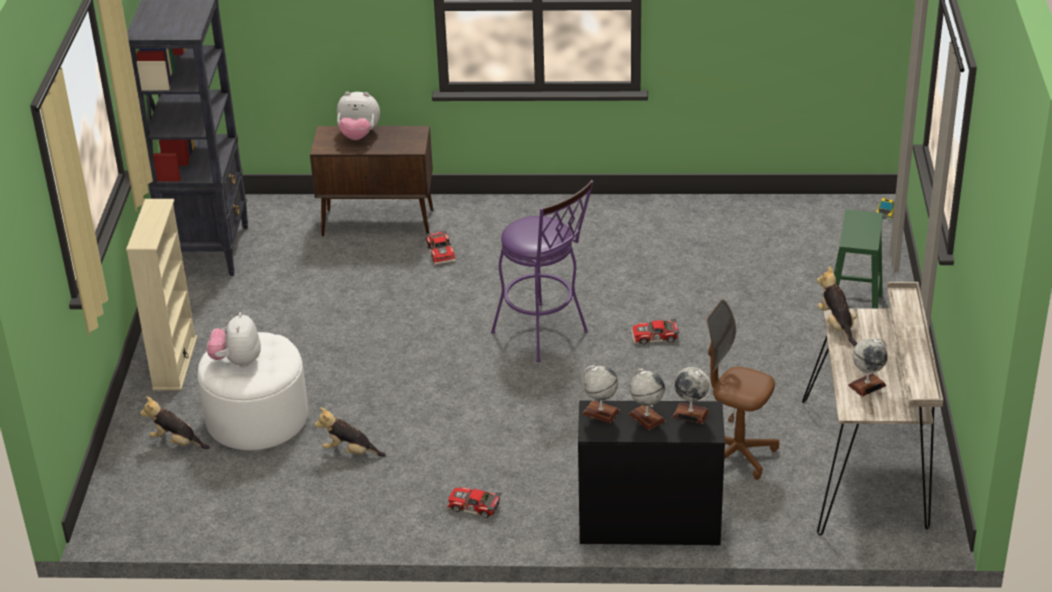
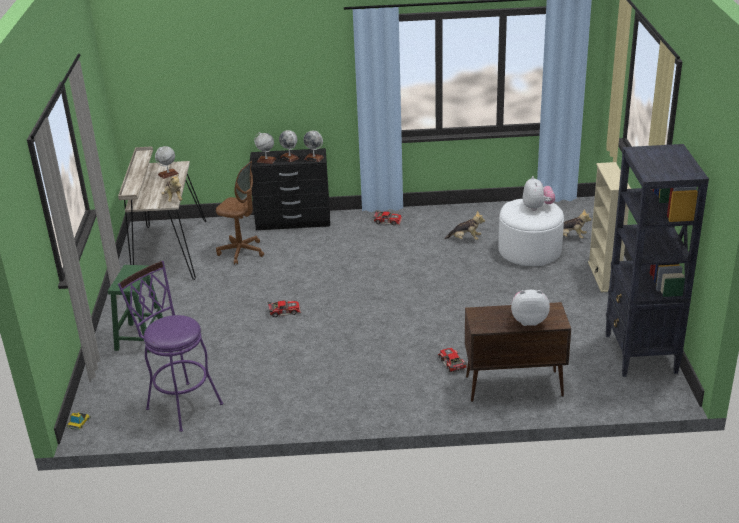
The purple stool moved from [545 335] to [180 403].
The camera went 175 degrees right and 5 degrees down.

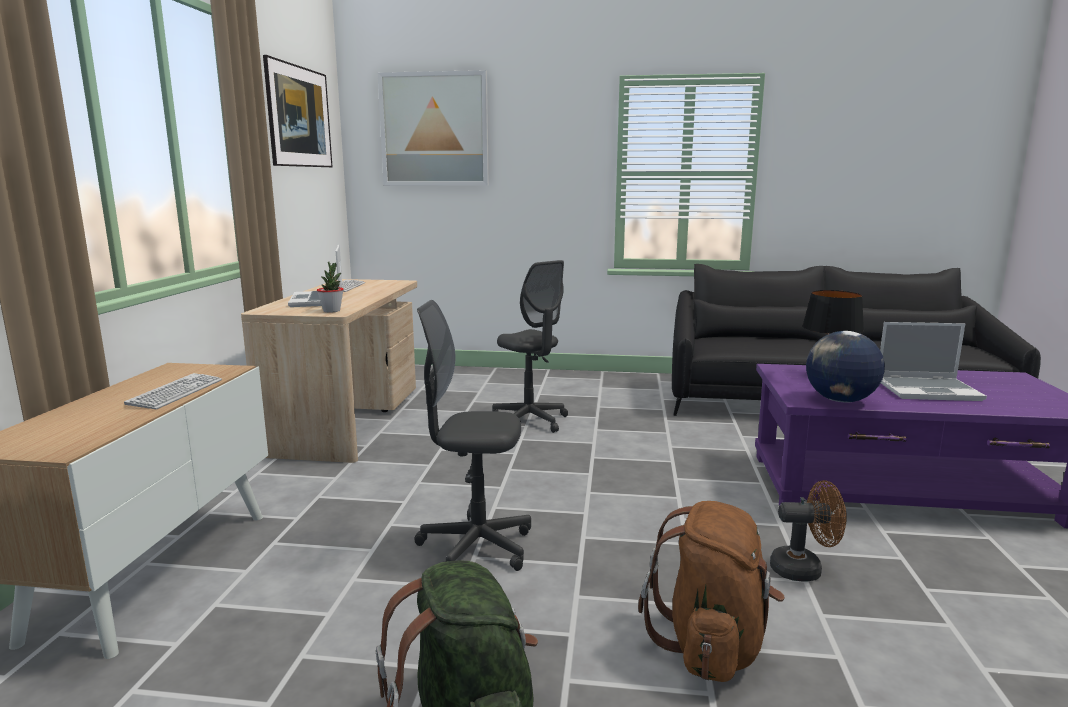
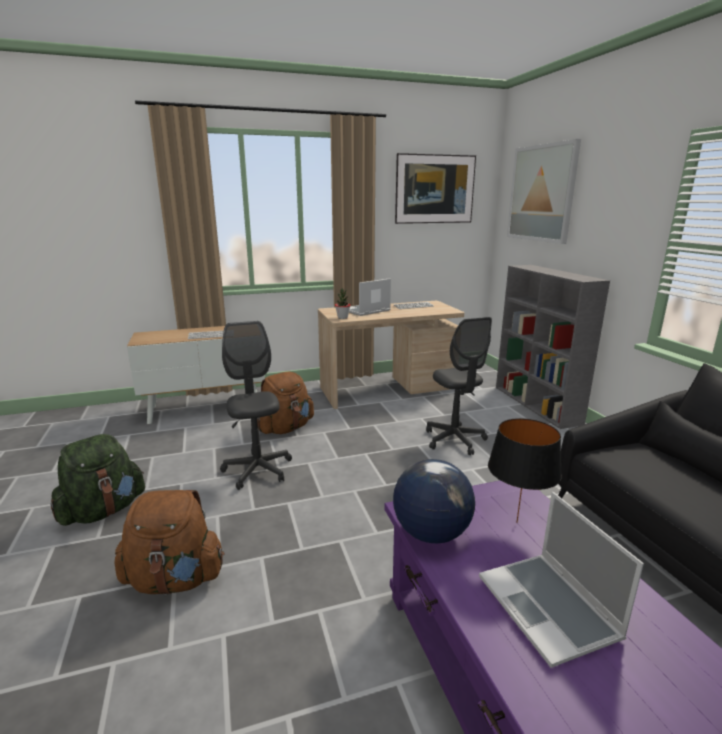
The grey office chair at [530 421] turned 45 degrees counterclockwise.
The brown fan at [804 569] disappeared.
The brown backpack at [286 428] appeared.
The grey bookcase at [537 405] appeared.
The camera went 65 degrees right and 5 degrees up.

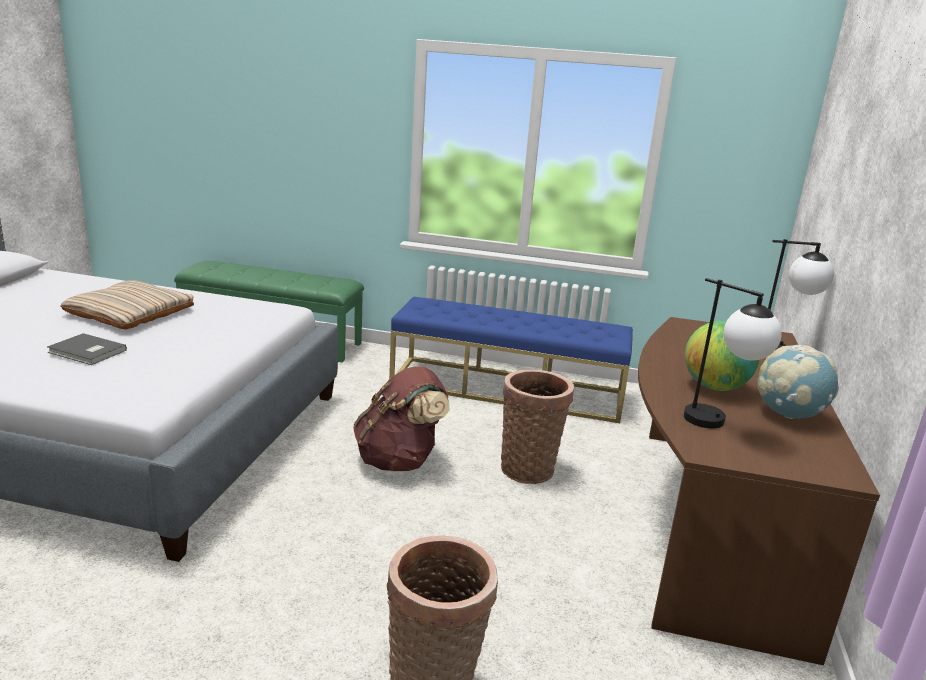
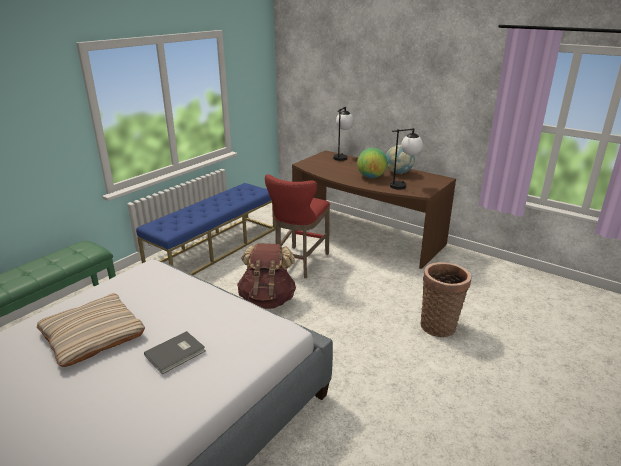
The basket at [529 467] was replaced by the red stool at [299 263].
The camera went 65 degrees left and 5 degrees up.

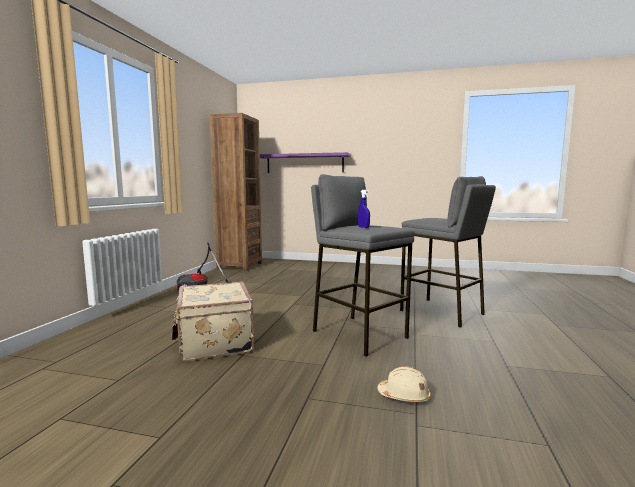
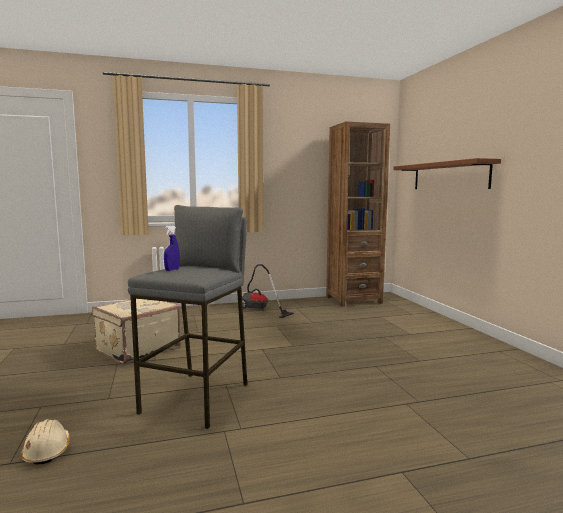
The purple shelf at [304 163] became the brown shelf at [449 176].
The grey stool at [442 312] disappeared.
The camera went 60 degrees right and 0 degrees up.

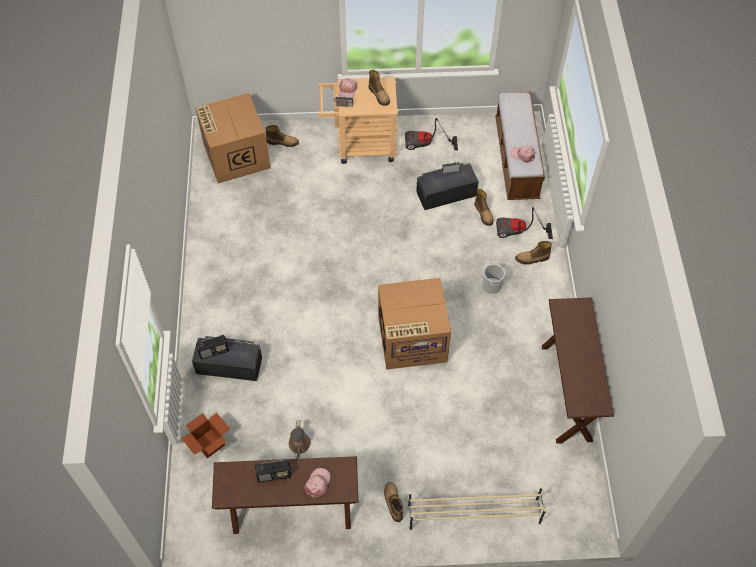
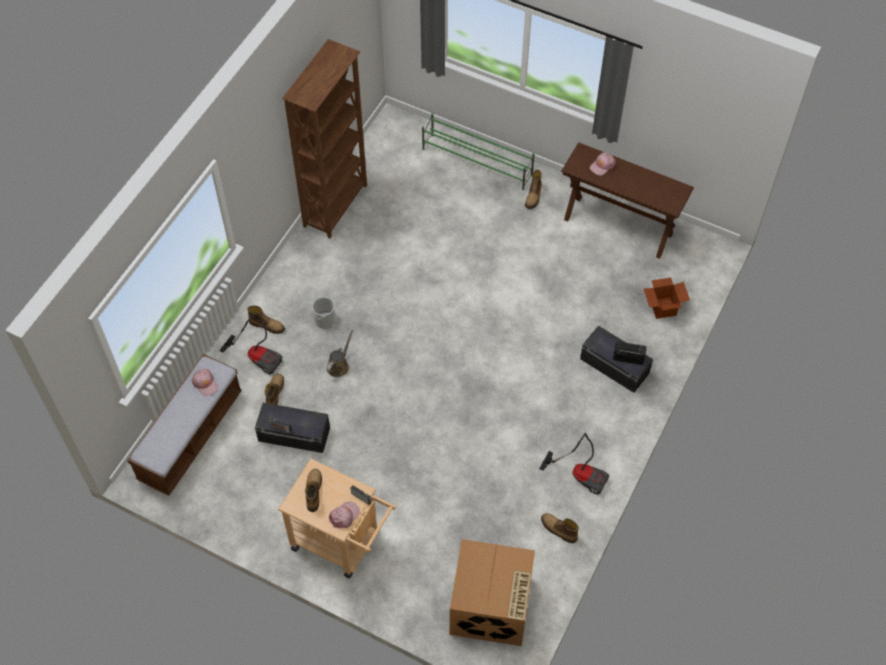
The radio at [274 474] disappeared.
The boot moved from [282 142] to [558 530].
The brown watering can moved from [299 446] to [339 365].
The cardboard box at [411 340] disappeared.
The vacuum cleaner moved from [426 145] to [581 474].
The beige shoe rack at [473 514] became the green shoe rack at [477 162].
The brown console table at [566 392] was replaced by the brown bookcase at [336 206].
The camera went 150 degrees left and 0 degrees up.

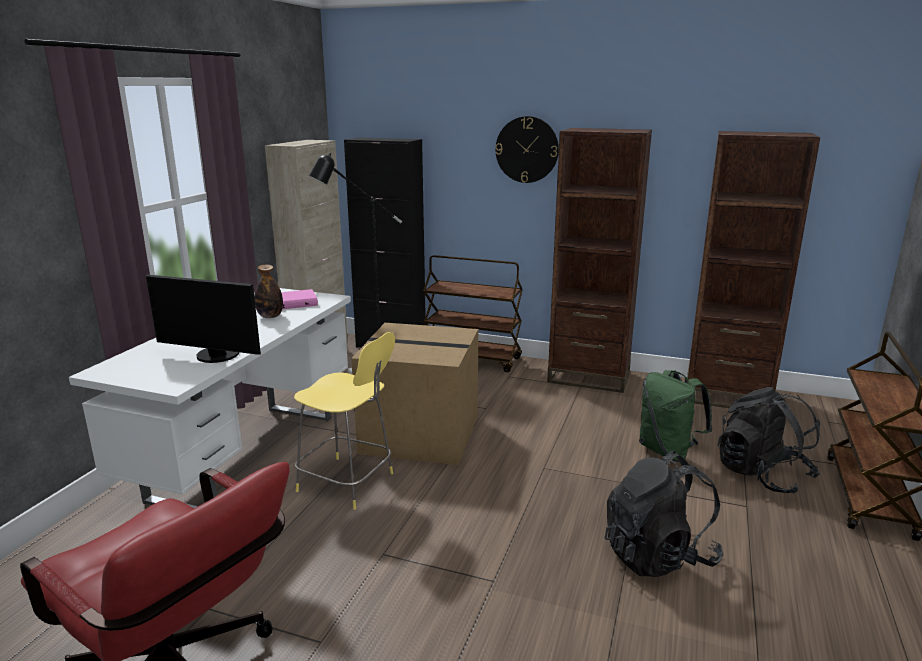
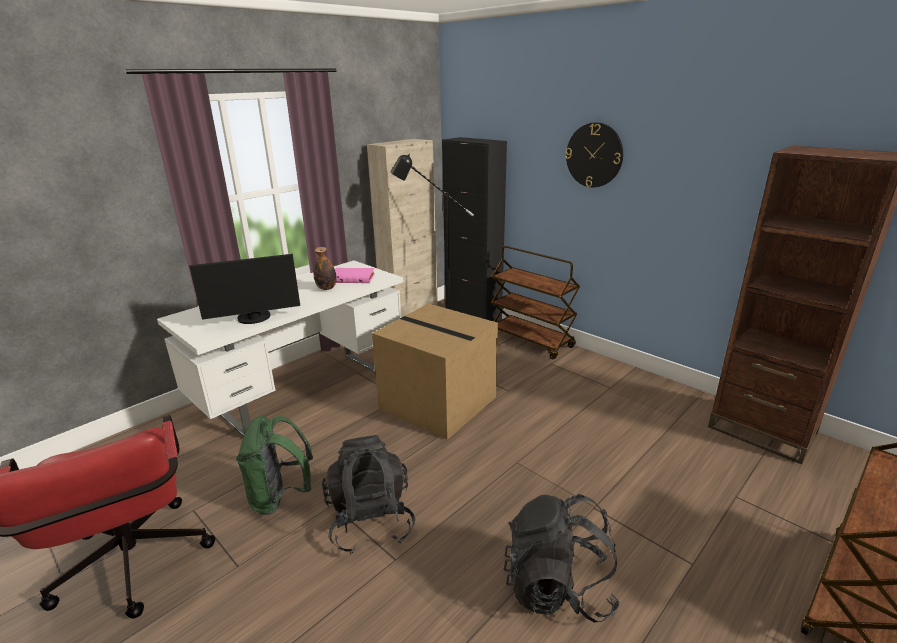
The monitor at [215 356] turned 60 degrees counterclockwise.
The yellow stool at [348 483] disappeared.
The brown bookcase at [589 377] disappeared.
The green backpack moved from [668 451] to [280 497].
The black backpack moved from [762 474] to [370 521].
The camera went 25 degrees right and 5 degrees up.

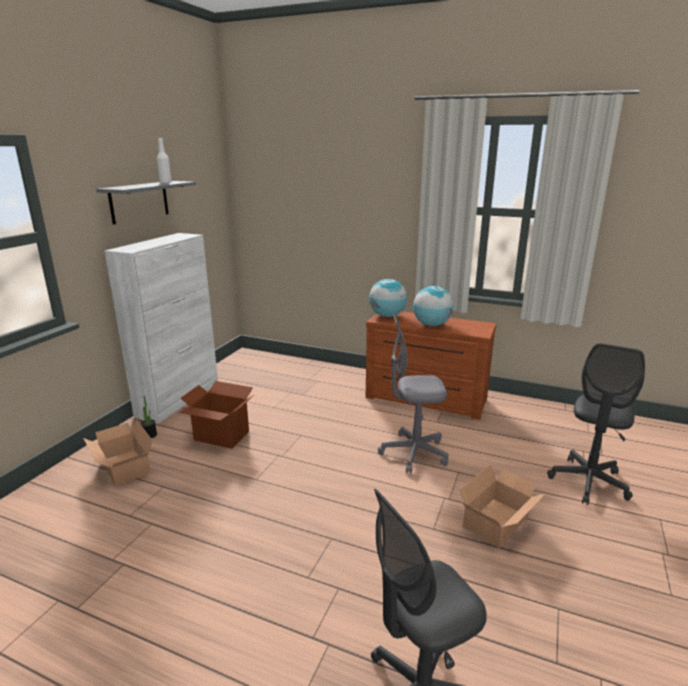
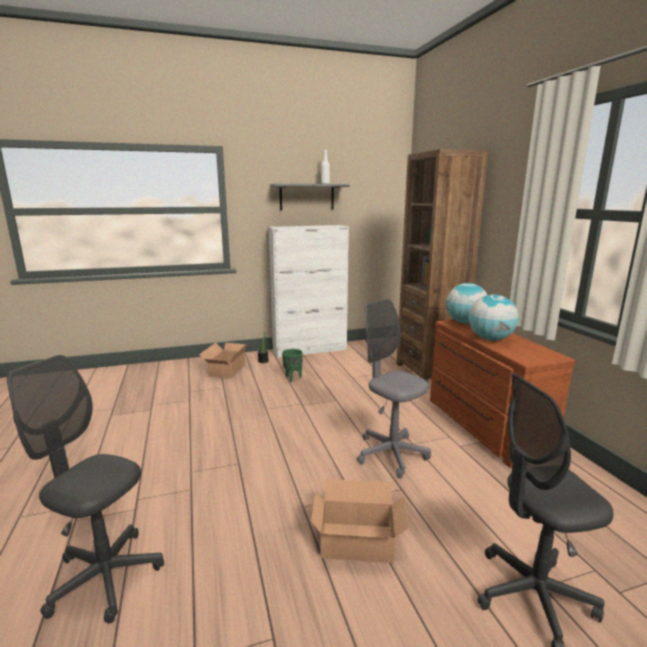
The cardboard box at [221 436] was replaced by the green planter at [292 378].
The brown bookcase at [429 371] appeared.
The camera went 50 degrees right and 5 degrees down.

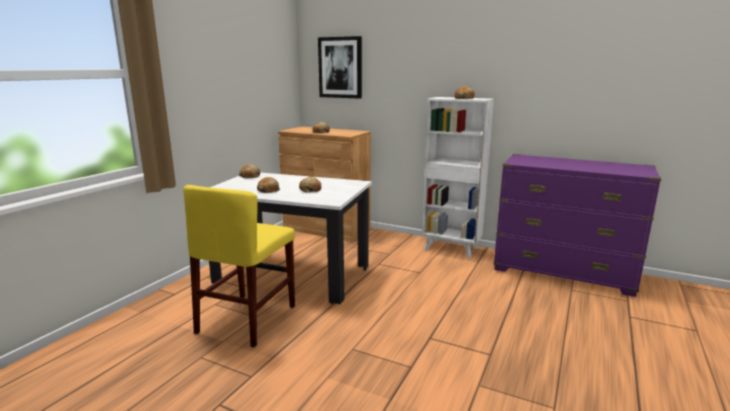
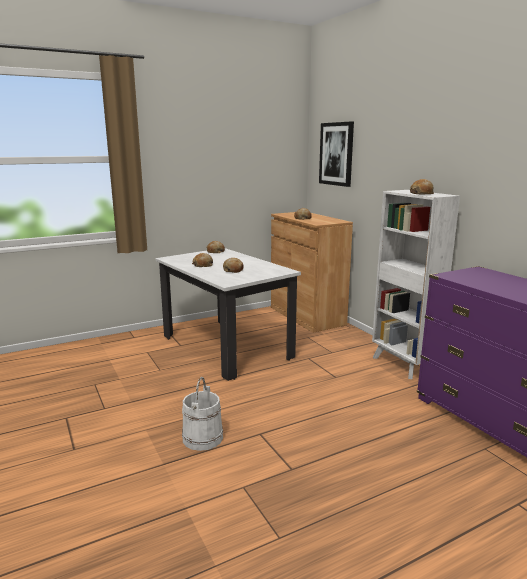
The yellow chair at [247 319] disappeared.
The white bucket at [202 437] appeared.
The camera went 35 degrees right and 0 degrees up.

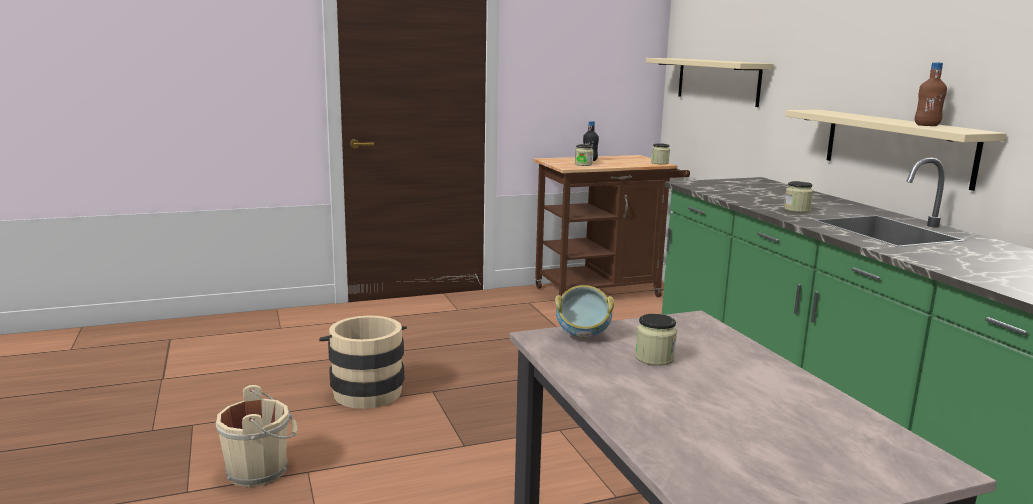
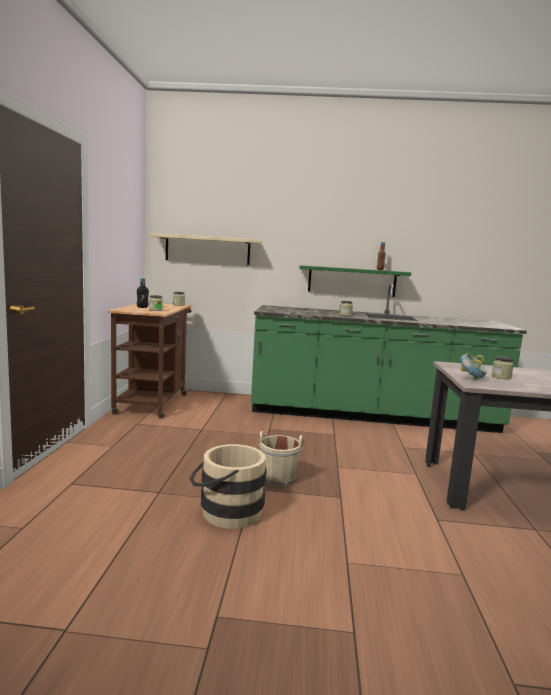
The beige bucket moved from [260 470] to [278 478].
The beige shelf at [897 147] became the green shelf at [352 281].
The camera went 65 degrees left and 5 degrees down.

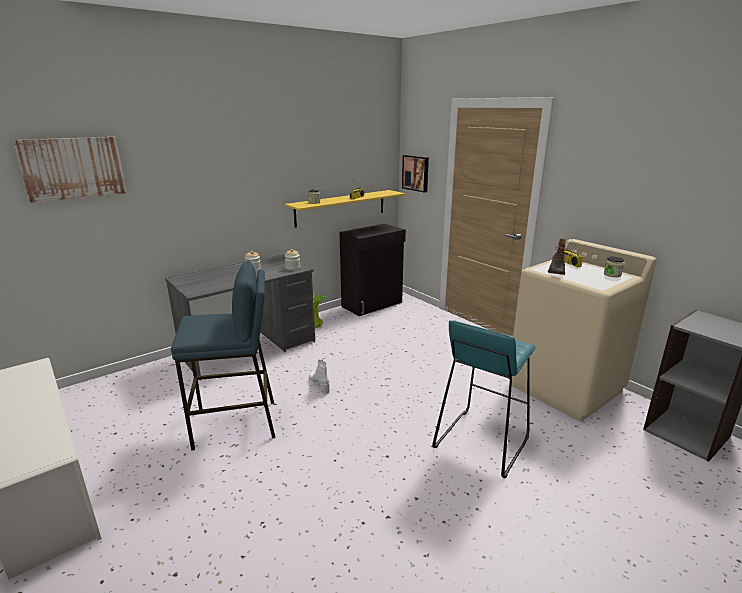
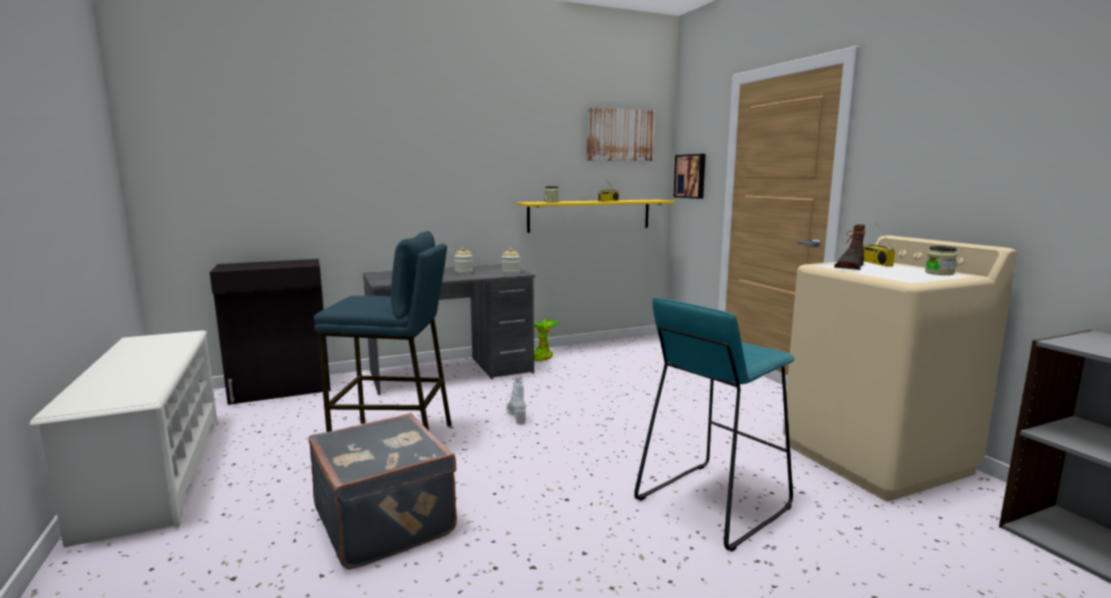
The picture moved from [73 168] to [620 135].
The black cabinet moved from [373 304] to [282 389].
The grey suitcase at [386 520] appeared.
The camera went 15 degrees right and 10 degrees down.

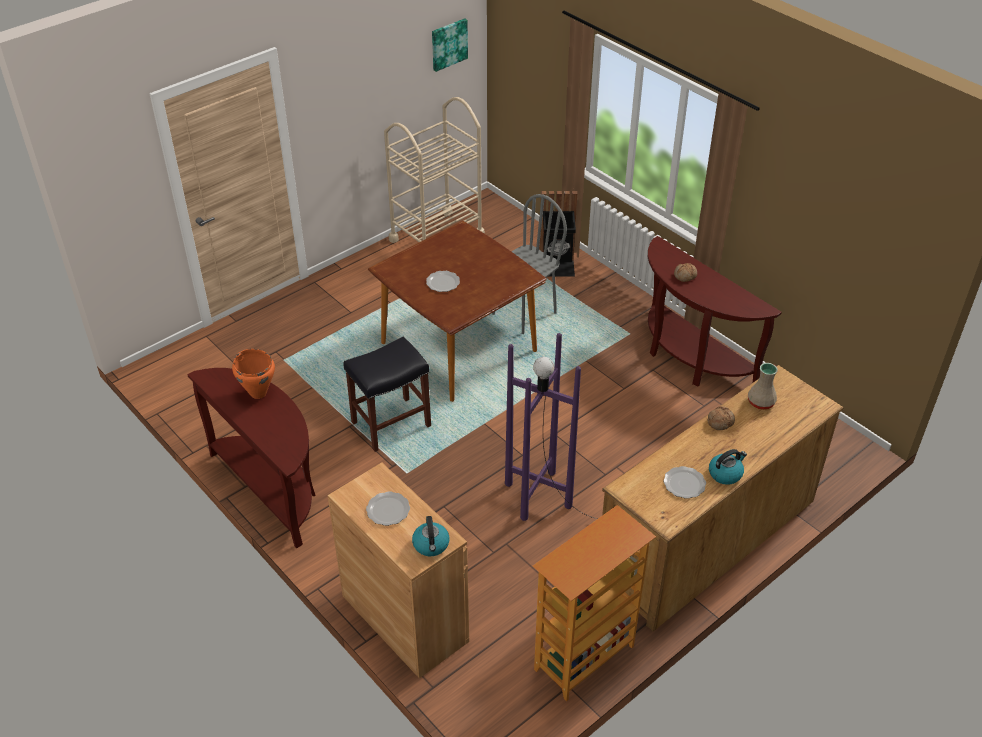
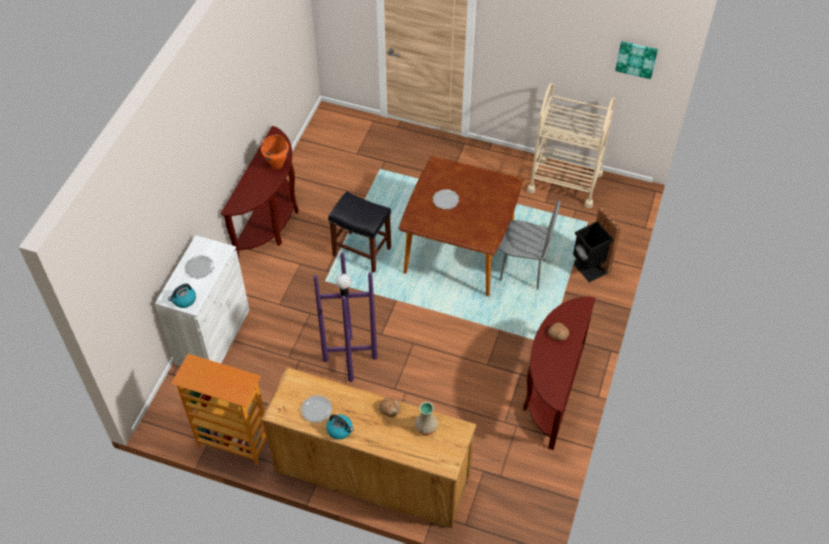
The brown cabinet at [404 618] became the white cabinet at [213 337].
The camera went 60 degrees right and 10 degrees up.

